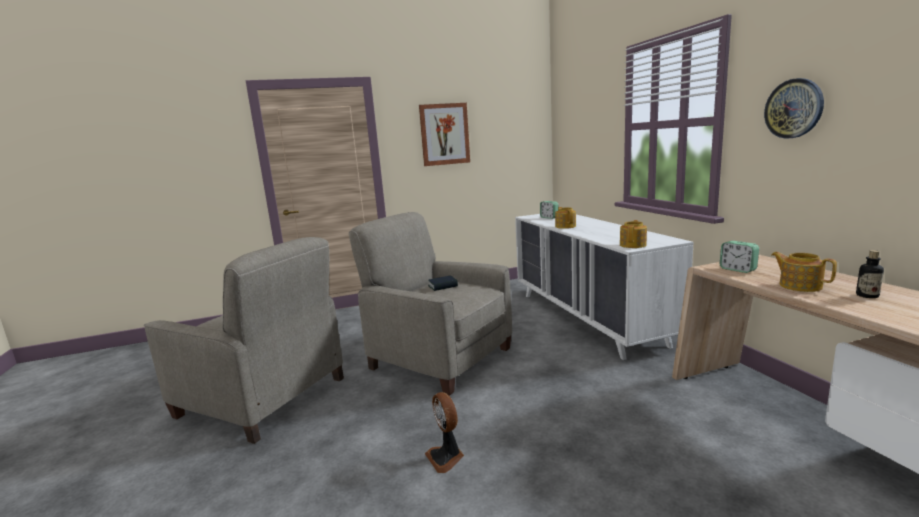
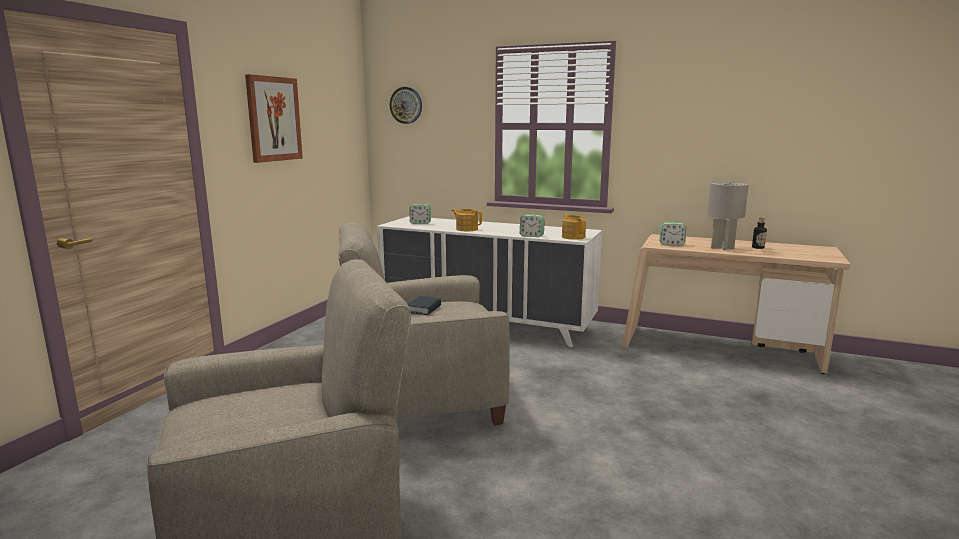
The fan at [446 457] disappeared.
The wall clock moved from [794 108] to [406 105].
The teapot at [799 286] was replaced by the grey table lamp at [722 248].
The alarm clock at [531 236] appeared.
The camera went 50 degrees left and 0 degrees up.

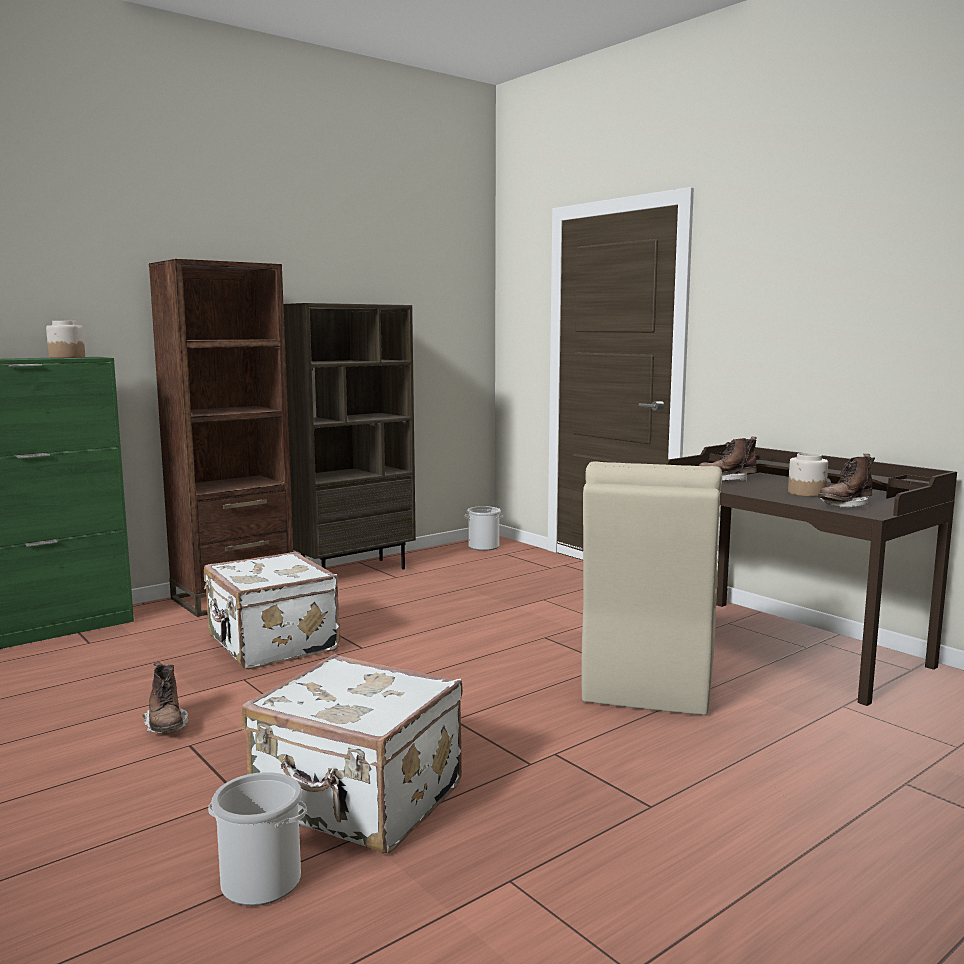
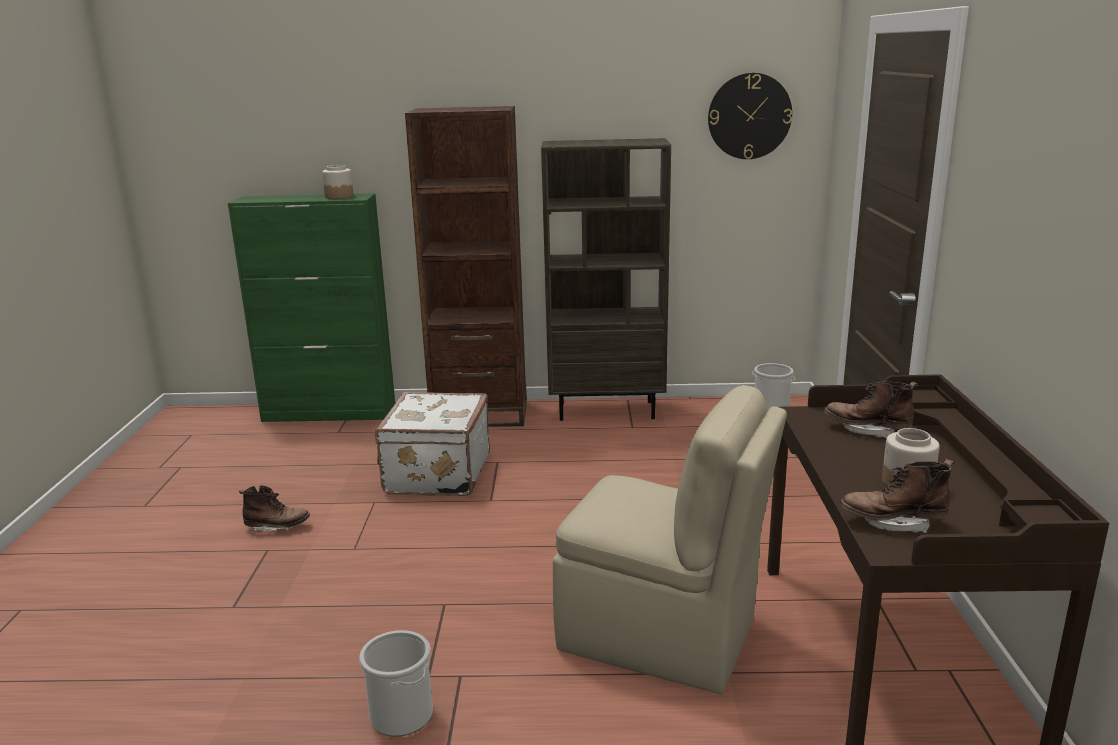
The brown boot at [166 726] turned 105 degrees counterclockwise.
The bucket moved from [260 882] to [400 715].
The white suitcase at [358 801] disappeared.
The beige chair at [648 681] turned 120 degrees counterclockwise.
The wall clock at [749 116] appeared.
The camera went 40 degrees right and 10 degrees up.

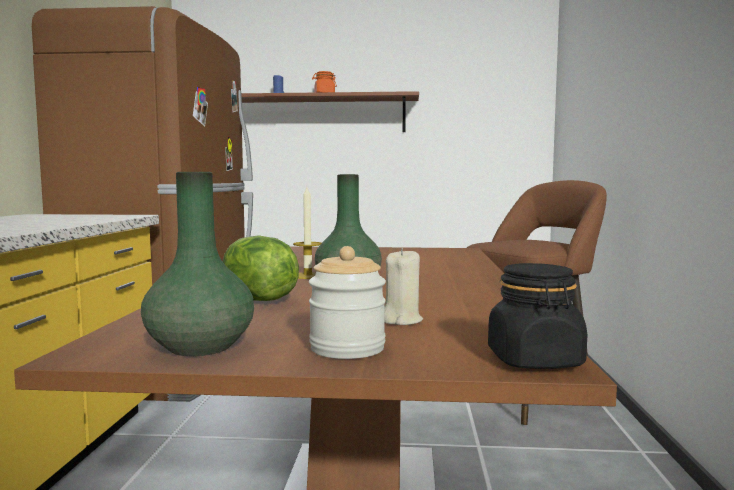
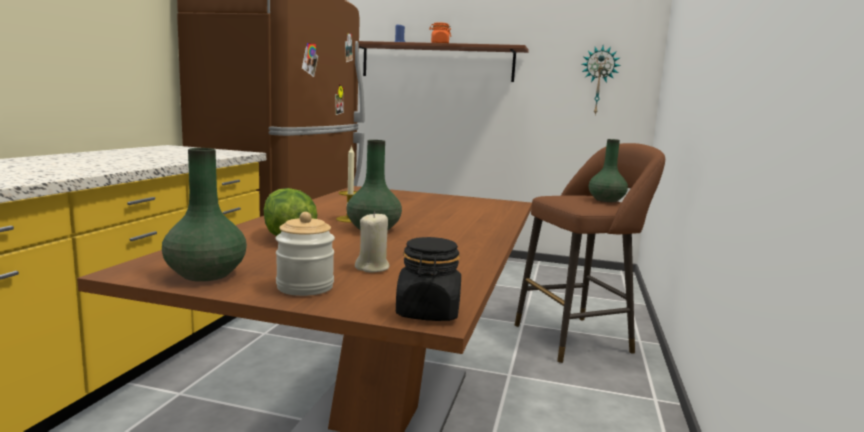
The wall clock at [598 80] appeared.
The green vase at [606 200] appeared.
The camera went 10 degrees right and 5 degrees up.

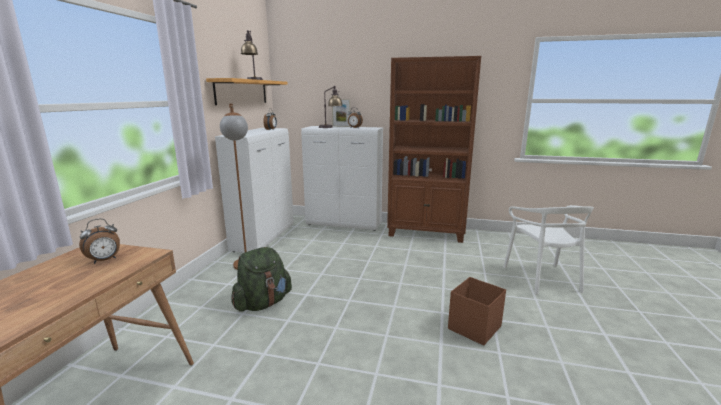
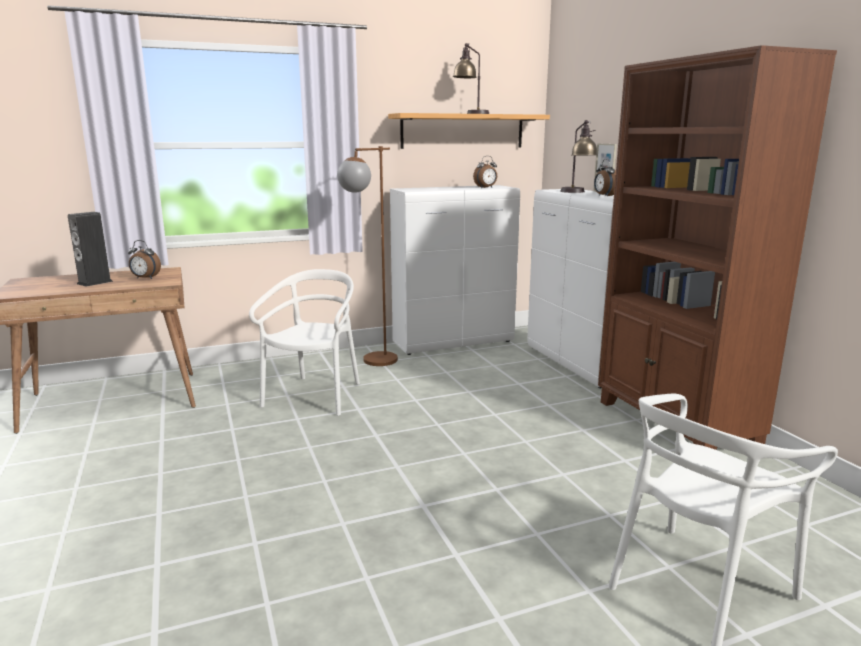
The green backpack at [263 303] was replaced by the white chair at [315 396].
The brown storage box at [473 328] disappeared.
The speaker at [95 282] appeared.
The camera went 55 degrees right and 0 degrees up.

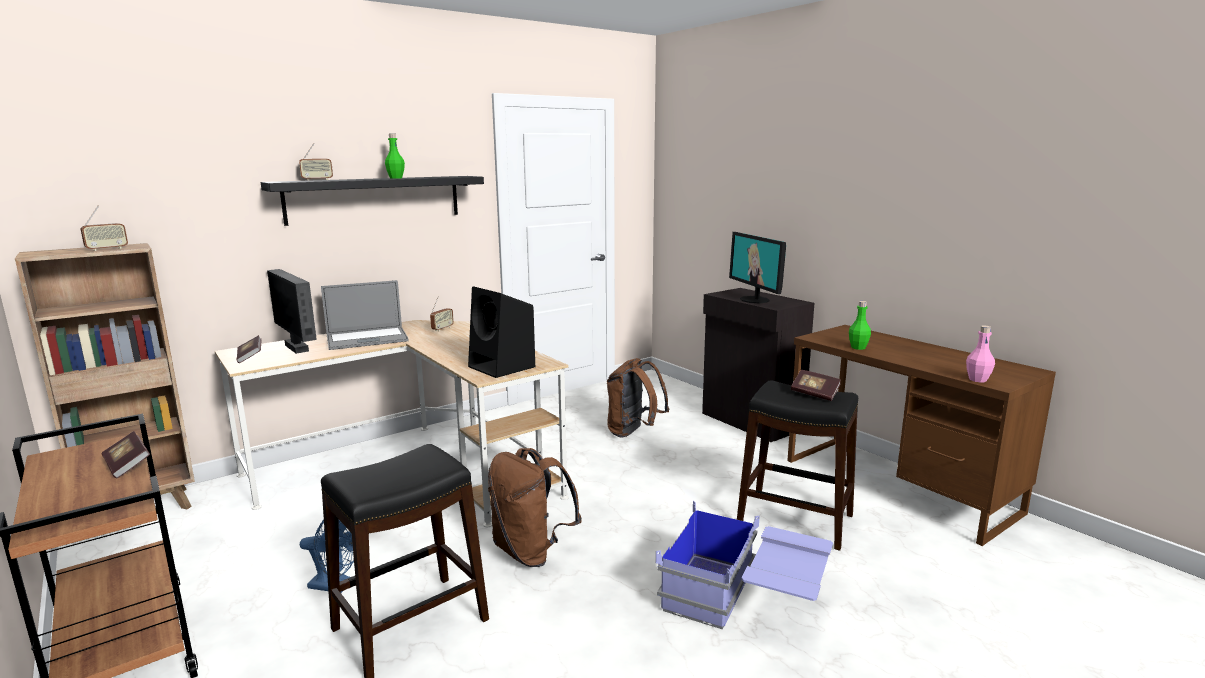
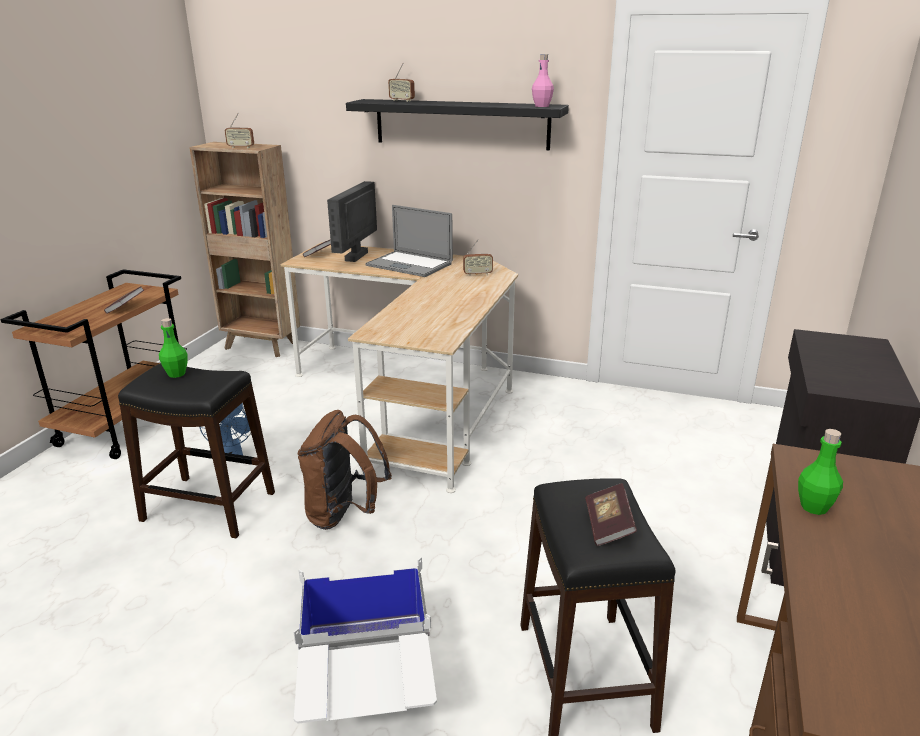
The green bottle moved from [396 178] to [176 374].
The black speaker at [503 367] disappeared.
The brown backpack at [633 432] disappeared.
The blue storage box at [744 602] became the white storage box at [367 687].
The monitor at [755 300] disappeared.
The pink bottle moved from [977 380] to [542 106].
The camera went 55 degrees right and 10 degrees up.

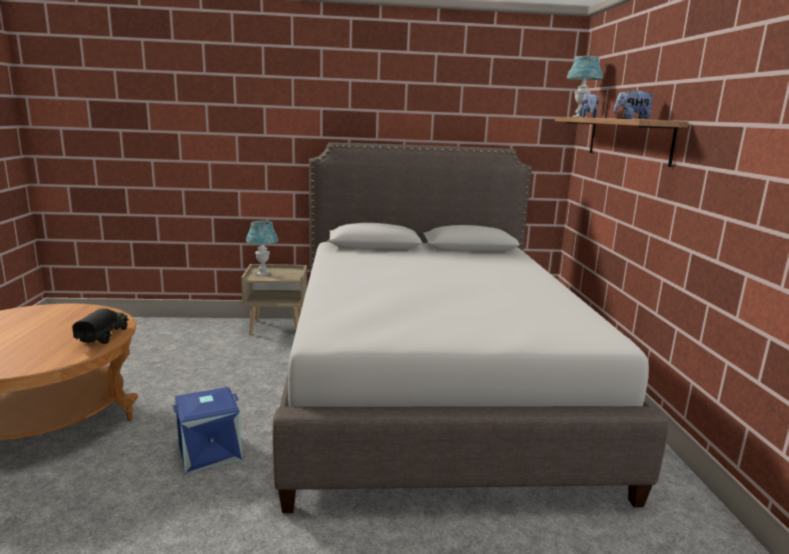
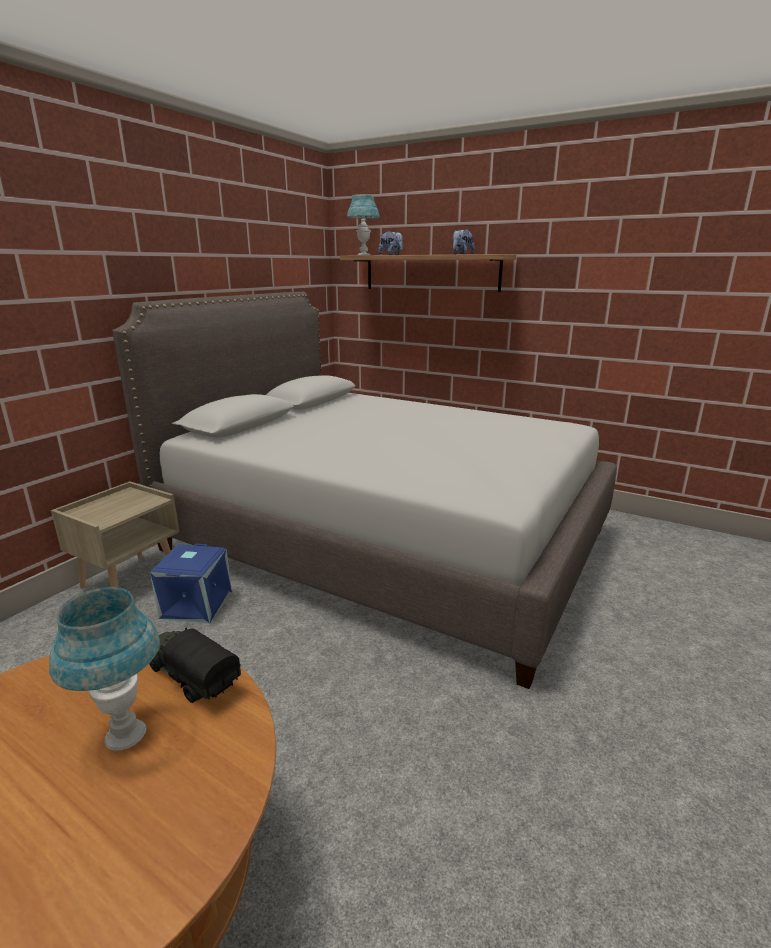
The blue storage box moved from [209 452] to [197 605].
The blue table lamp moved from [263 274] to [126 736].
The camera went 55 degrees left and 5 degrees up.

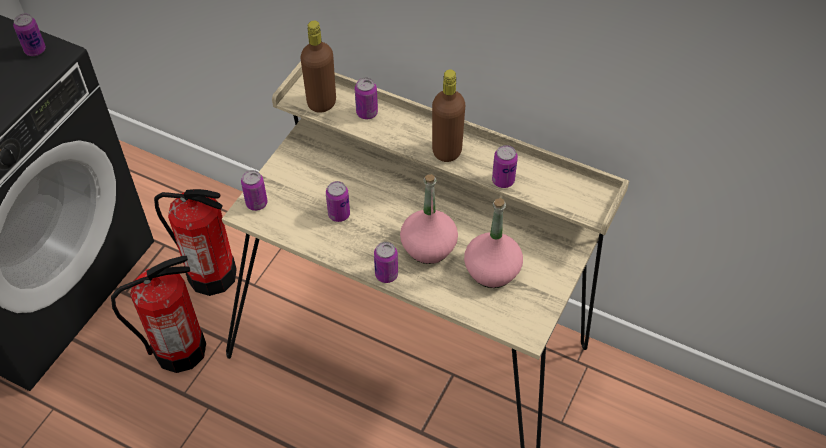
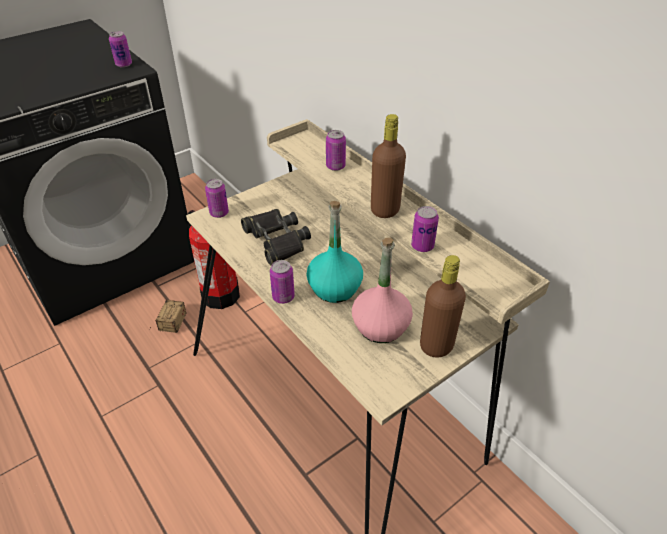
The fire extinguisher at [179 349] was replaced by the storage box at [166 336].
The brown bottle moved from [321 103] to [436 346].
The can at [339 214] was replaced by the black binoculars at [276 240].
The pink bottle at [428 247] became the turquoise bottle at [334 288].
The camera went 25 degrees right and 10 degrees down.

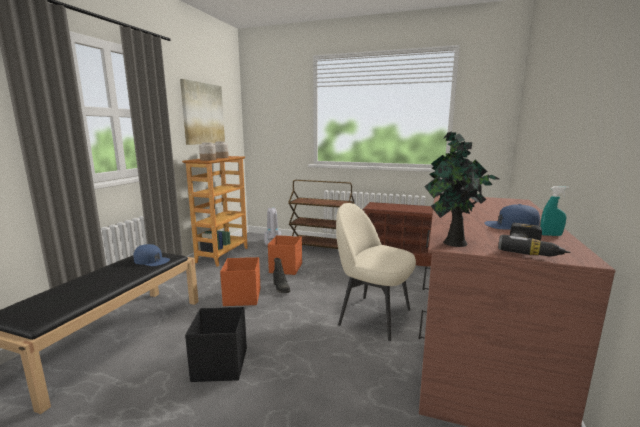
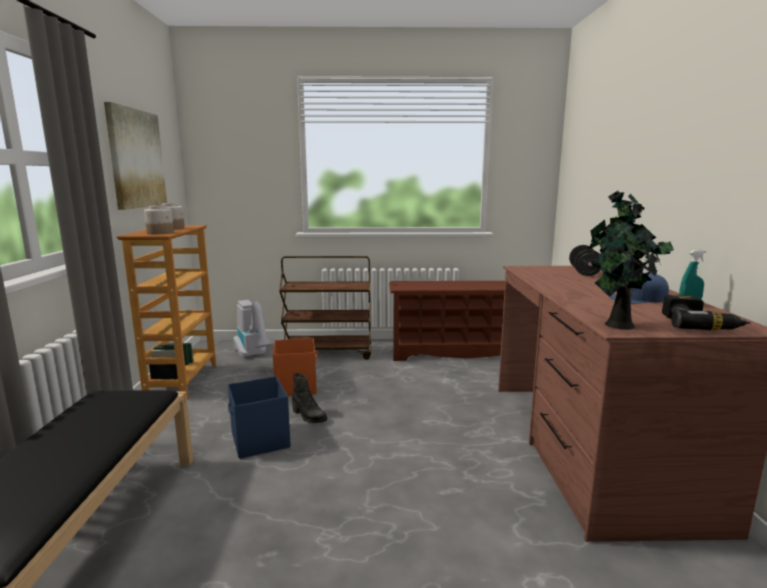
The blue cap at [151 260] disappeared.
The black storage box at [219 365] disappeared.
The orange storage box at [242 297] became the blue storage box at [260 440].
The beige chair at [373 316] disappeared.
The black dumbbell at [584 272] appeared.
The camera went 20 degrees left and 0 degrees up.

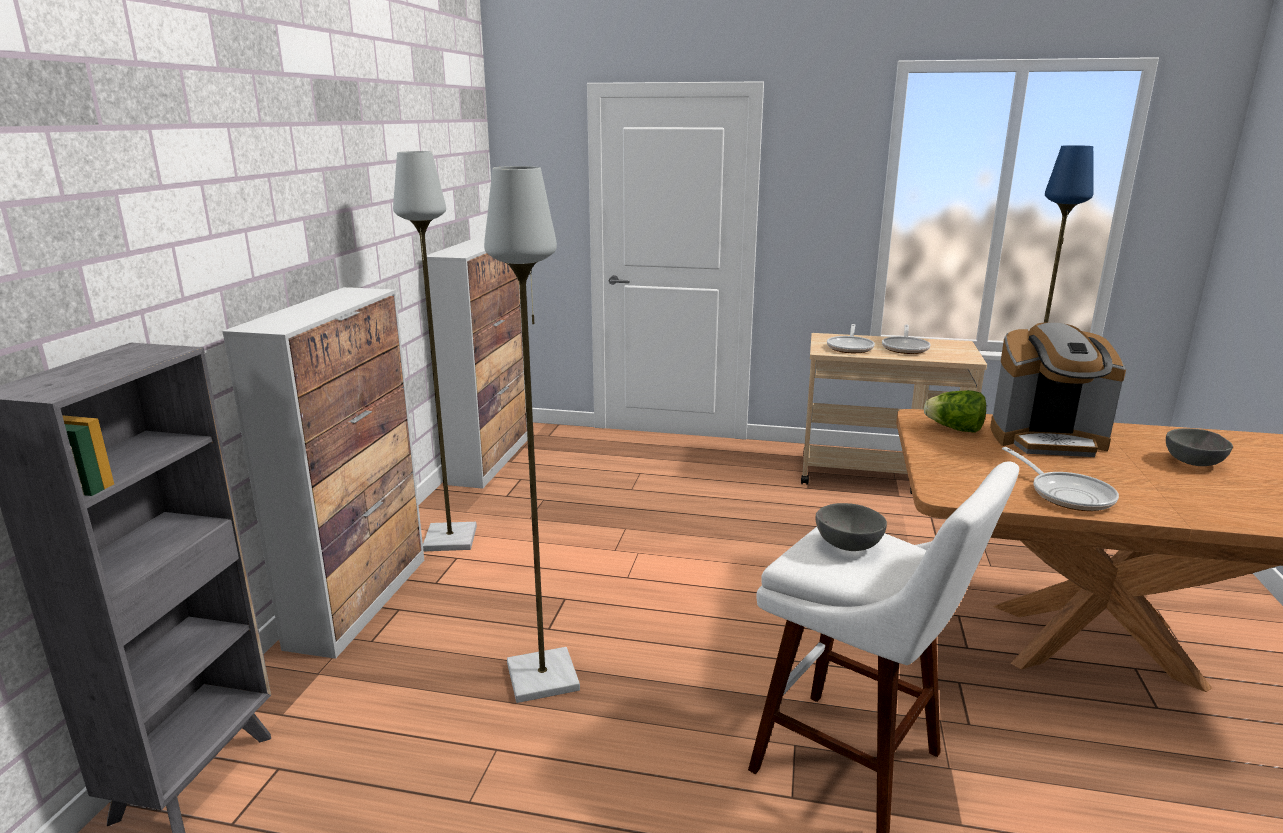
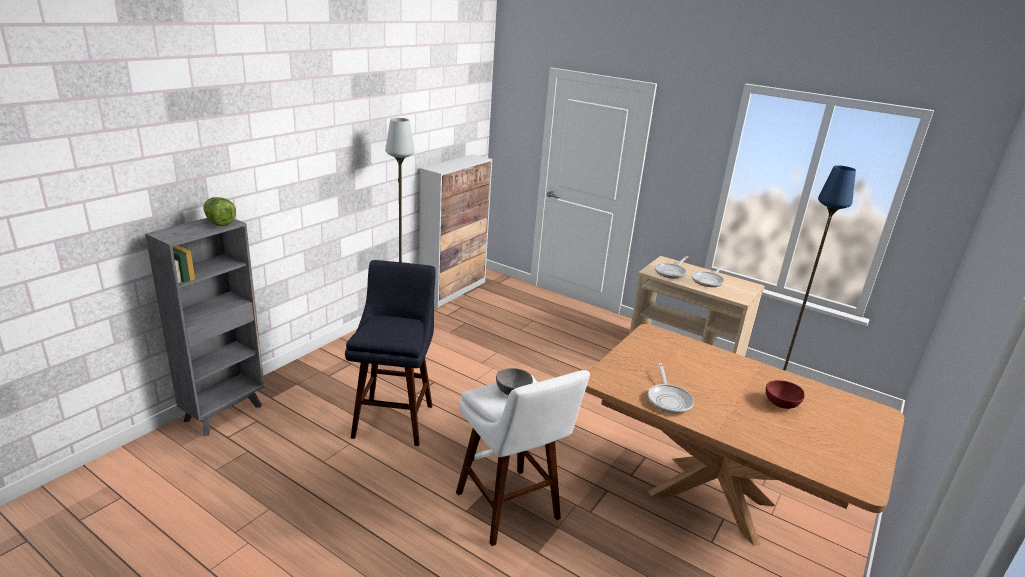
The cabinet at [360 600] disappeared.
The grey floor lamp at [543 676] was replaced by the blue stool at [394 417].
The lettuce moved from [954 429] to [219 222].
The coffee machine at [1047 440] disappeared.
The grey bowl at [1194 463] became the red bowl at [782 404].
The camera went 20 degrees right and 5 degrees up.

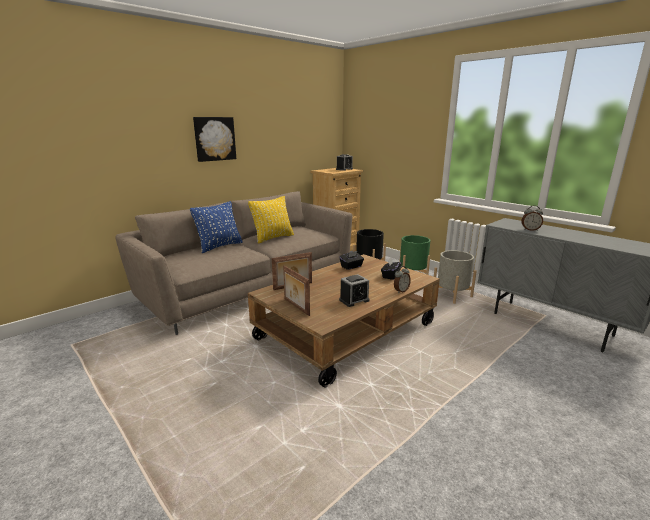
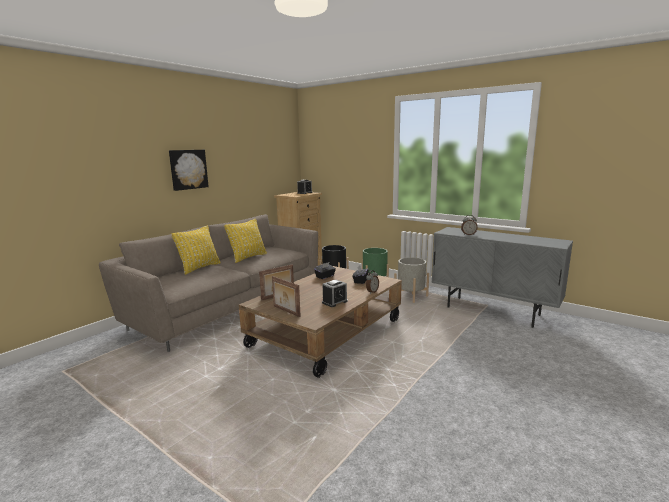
The blue pillow at [219 246] became the yellow pillow at [199 268].
The camera went 10 degrees left and 5 degrees down.

